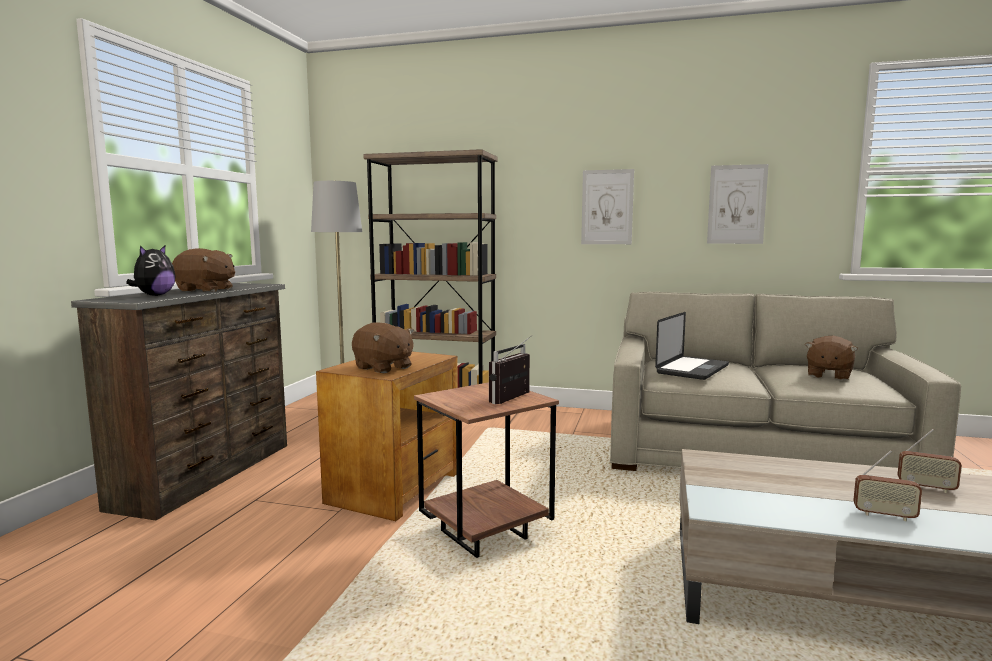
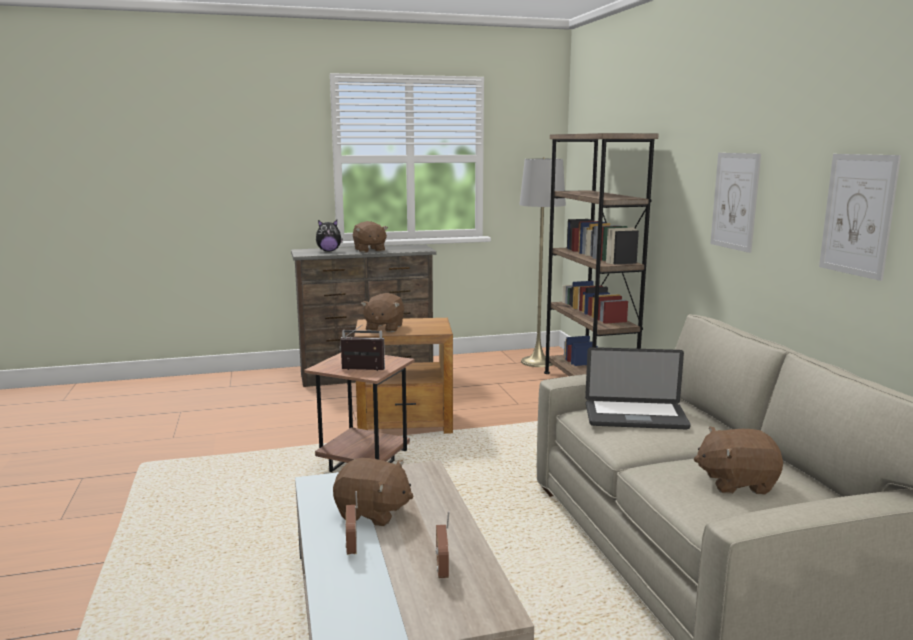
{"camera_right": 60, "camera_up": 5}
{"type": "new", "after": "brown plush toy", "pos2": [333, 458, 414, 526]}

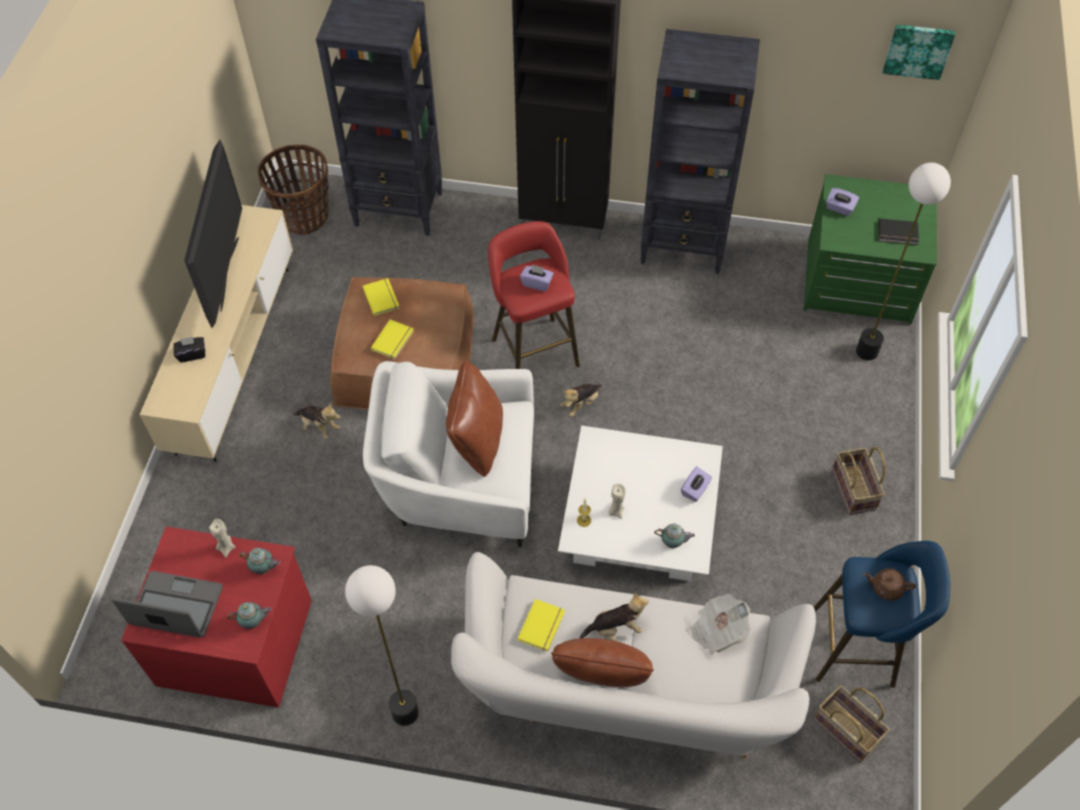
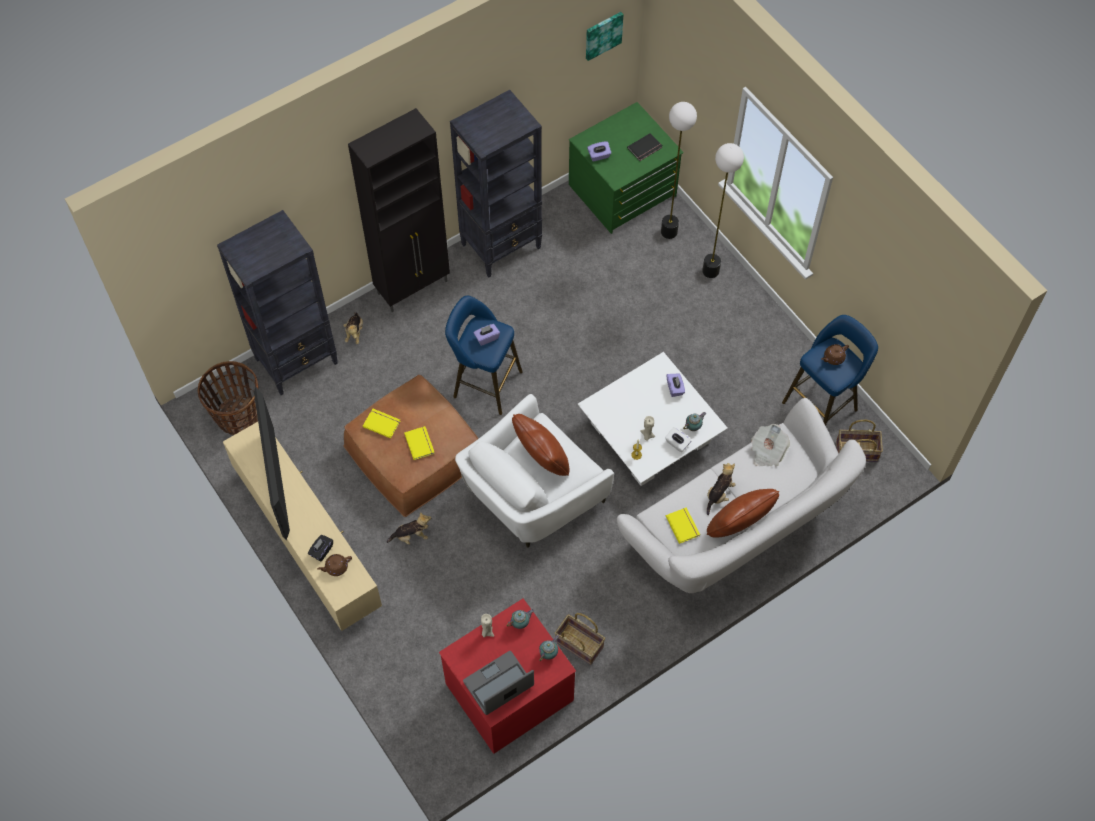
{"camera_right": -45, "camera_up": 5}
{"type": "rotated", "before": "television", "pos1": [184, 139, 242, 328], "pos2": [254, 387, 290, 540], "turn": -150}
{"type": "repainted", "before": "red stool", "after": "blue stool", "pos1": [488, 221, 580, 369], "pos2": [445, 296, 523, 415]}
{"type": "shifted", "before": "plush toy", "pos1": [560, 384, 602, 417], "pos2": [343, 312, 363, 344]}
{"type": "shifted", "before": "basket", "pos1": [832, 446, 885, 515], "pos2": [555, 613, 605, 665]}
{"type": "shifted", "before": "floor lamp", "pos1": [345, 565, 419, 726], "pos2": [702, 143, 744, 278]}
{"type": "new", "after": "white tissue box", "pos2": [665, 427, 691, 452]}
{"type": "new", "after": "brown teapot", "pos2": [317, 554, 352, 576]}

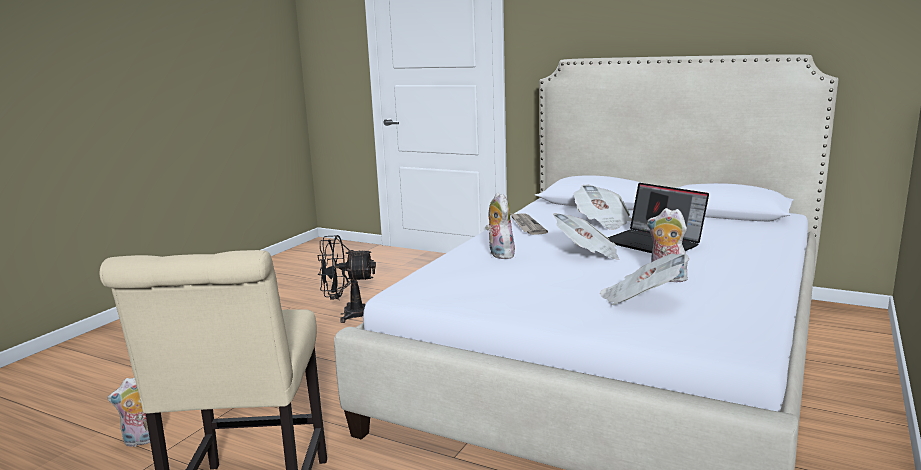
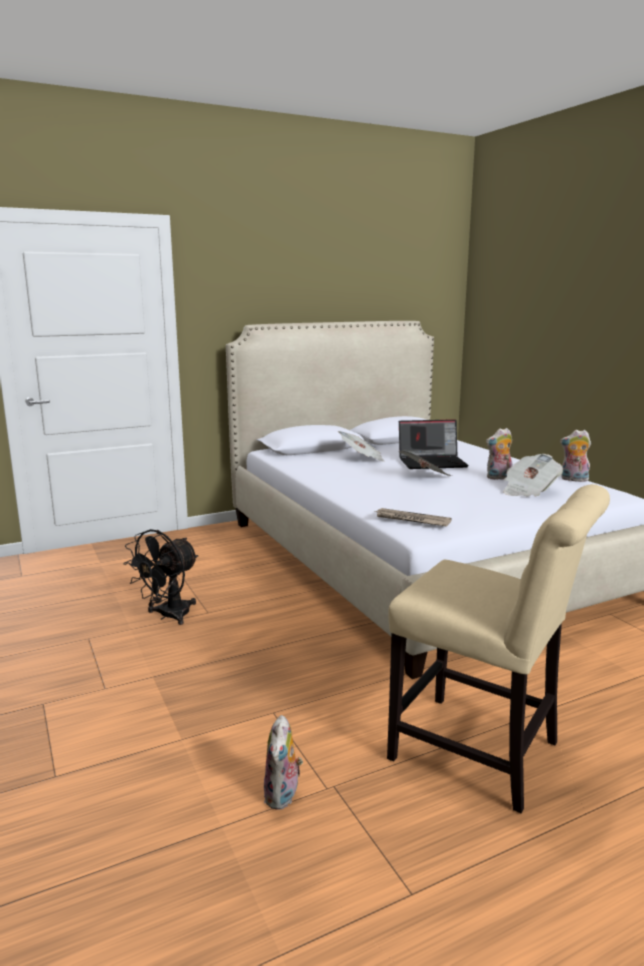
{"camera_right": -55, "camera_up": 0}
{"type": "shifted", "before": "plush toy", "pos1": [486, 192, 515, 259], "pos2": [560, 430, 591, 482]}
{"type": "shifted", "before": "newspaper", "pos1": [510, 213, 548, 235], "pos2": [375, 508, 452, 527]}

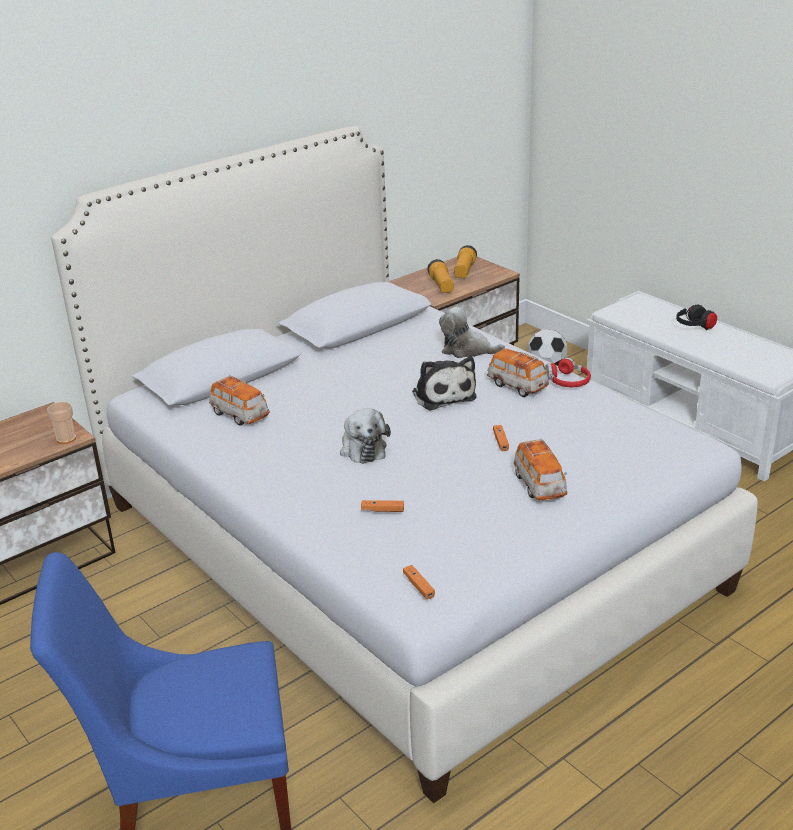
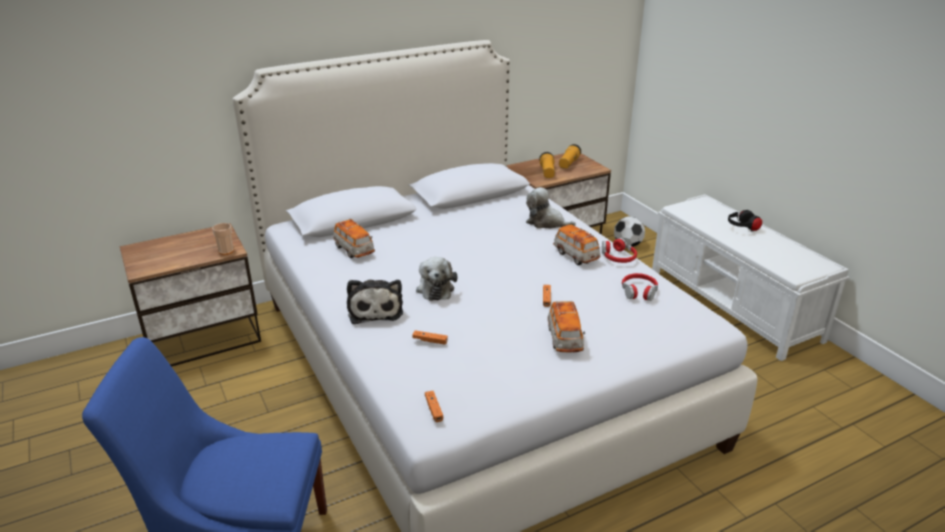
{"camera_right": 10, "camera_up": 0}
{"type": "shifted", "before": "plush toy", "pos1": [412, 356, 477, 411], "pos2": [347, 280, 403, 324]}
{"type": "new", "after": "red headphones", "pos2": [622, 273, 658, 301]}

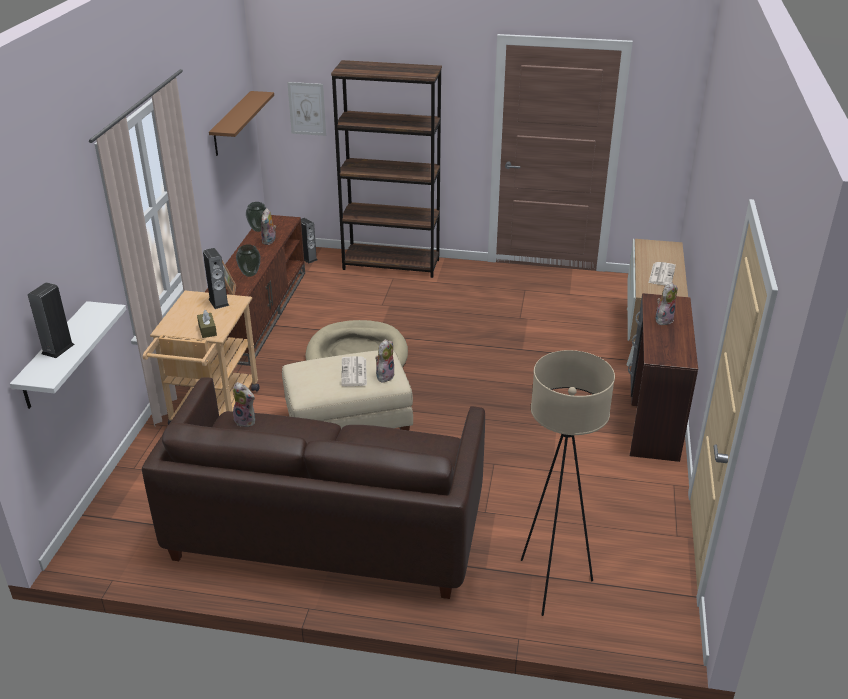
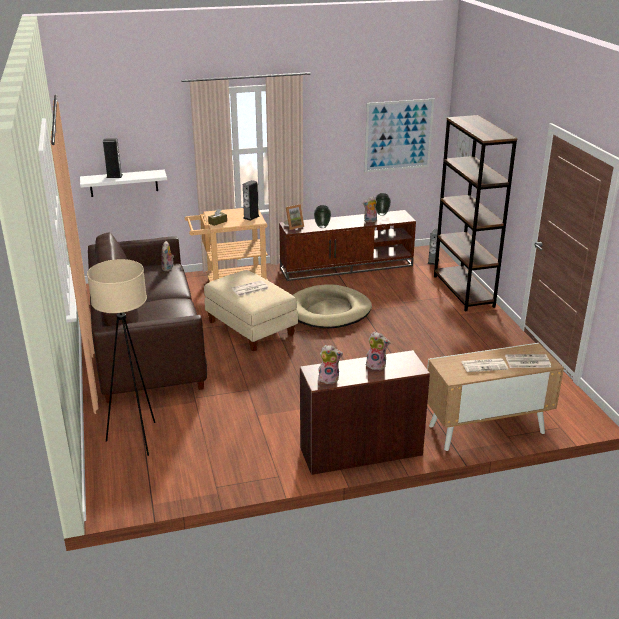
{"camera_right": 65, "camera_up": -5}
{"type": "swapped", "before": "brown shelf", "after": "picture", "pos1": [209, 91, 274, 156], "pos2": [364, 99, 434, 173]}
{"type": "shifted", "before": "plush toy", "pos1": [375, 339, 395, 382], "pos2": [318, 345, 343, 384]}
{"type": "new", "after": "newspaper", "pos2": [505, 354, 551, 368]}

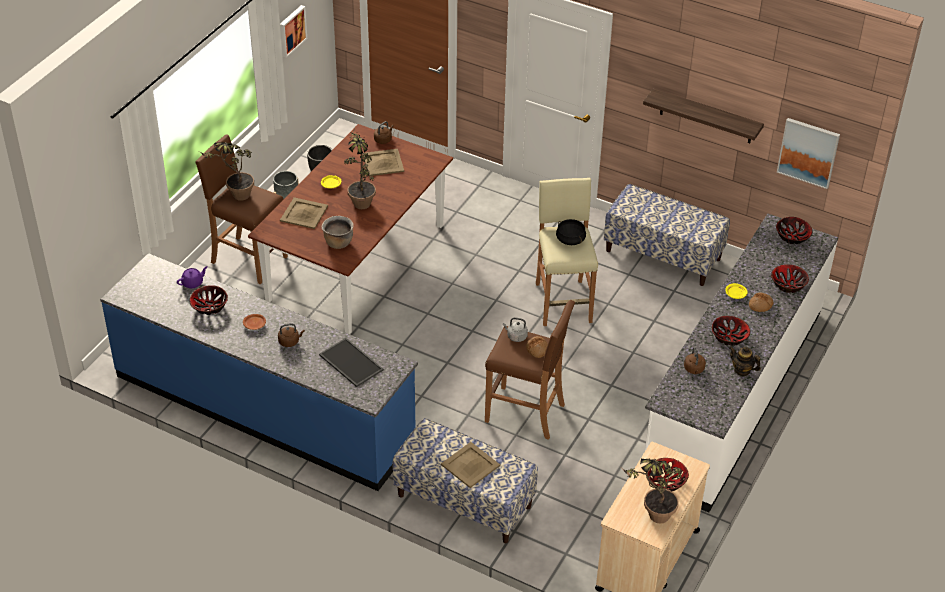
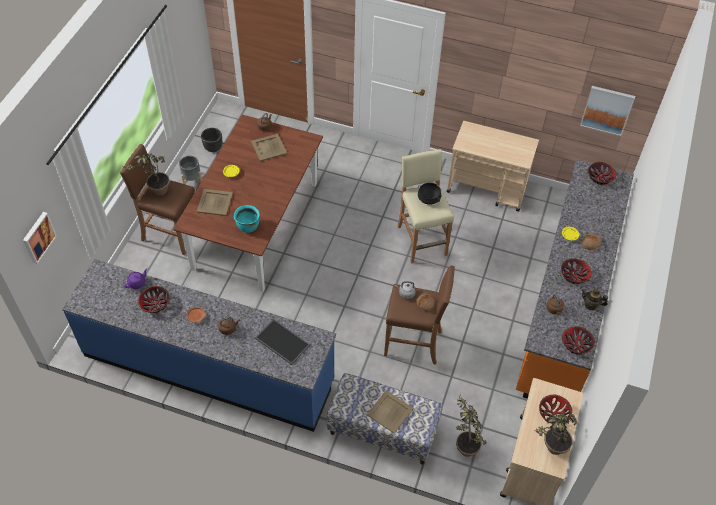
{"camera_right": -10, "camera_up": 10}
{"type": "shifted", "before": "picture", "pos1": [280, 5, 307, 58], "pos2": [23, 212, 57, 264]}
{"type": "gone", "before": "shelf", "pos1": [643, 88, 764, 143]}
{"type": "shifted", "before": "potted plant", "pos1": [344, 128, 376, 209], "pos2": [456, 393, 487, 457]}
{"type": "swapped", "before": "bench", "after": "beige cart", "pos1": [604, 184, 730, 286], "pos2": [447, 121, 539, 212]}
{"type": "repainted", "before": "white counter", "after": "orange counter", "pos1": [645, 214, 838, 512], "pos2": [516, 159, 634, 399]}
{"type": "repainted", "before": "brown cooking pot", "after": "turquoise cooking pot", "pos1": [322, 216, 354, 249], "pos2": [234, 205, 260, 233]}
{"type": "shifted", "before": "bowl", "pos1": [771, 264, 809, 293], "pos2": [562, 326, 595, 355]}

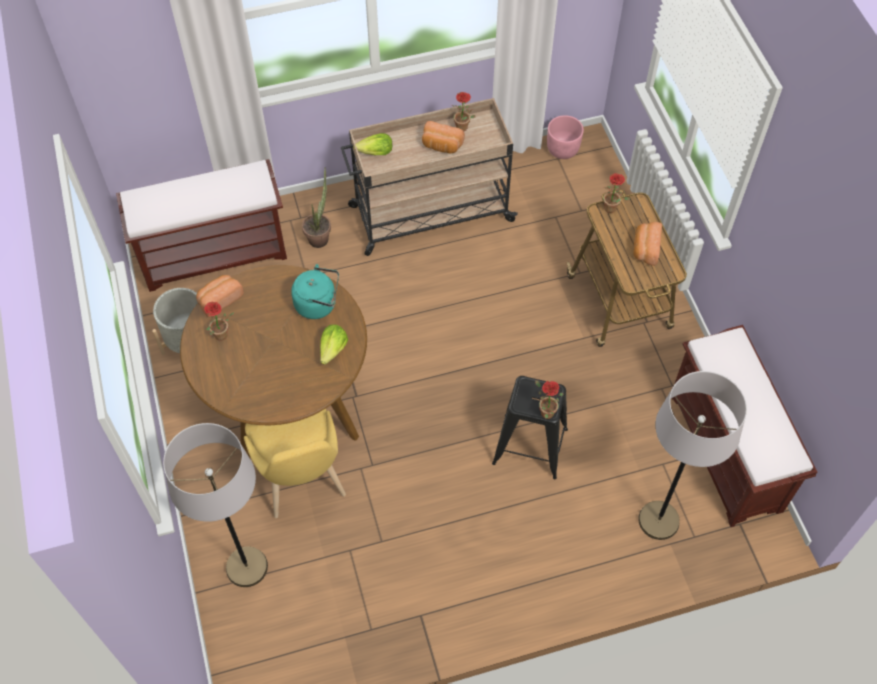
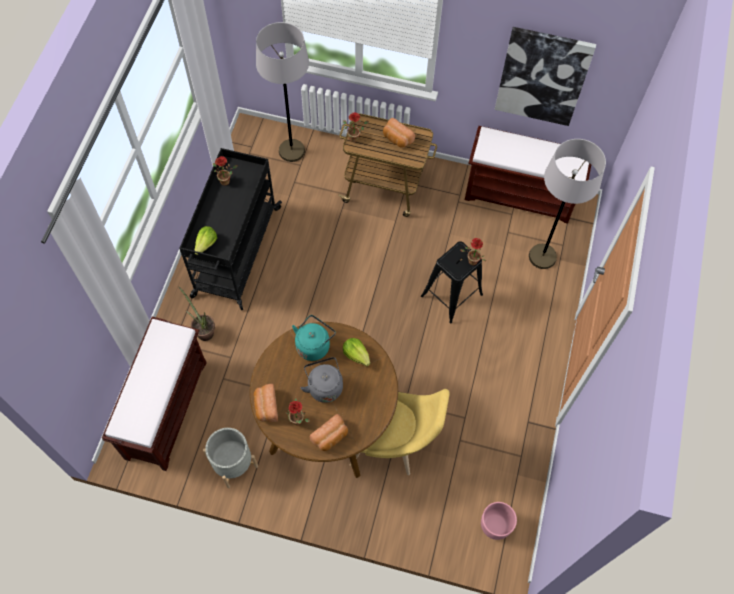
{"camera_right": -60, "camera_up": 5}
{"type": "repainted", "before": "beige cart", "after": "black cart", "pos1": [341, 98, 518, 256], "pos2": [179, 148, 282, 310]}
{"type": "shifted", "before": "pink planter", "pos1": [547, 115, 584, 159], "pos2": [481, 502, 517, 540]}
{"type": "shifted", "before": "bread", "pos1": [422, 121, 465, 153], "pos2": [310, 414, 348, 451]}
{"type": "shifted", "before": "grey floor lamp", "pos1": [163, 423, 268, 587], "pos2": [256, 22, 309, 162]}
{"type": "new", "after": "picture", "pos2": [494, 27, 596, 126]}
{"type": "new", "after": "grey kettle", "pos2": [301, 357, 343, 403]}

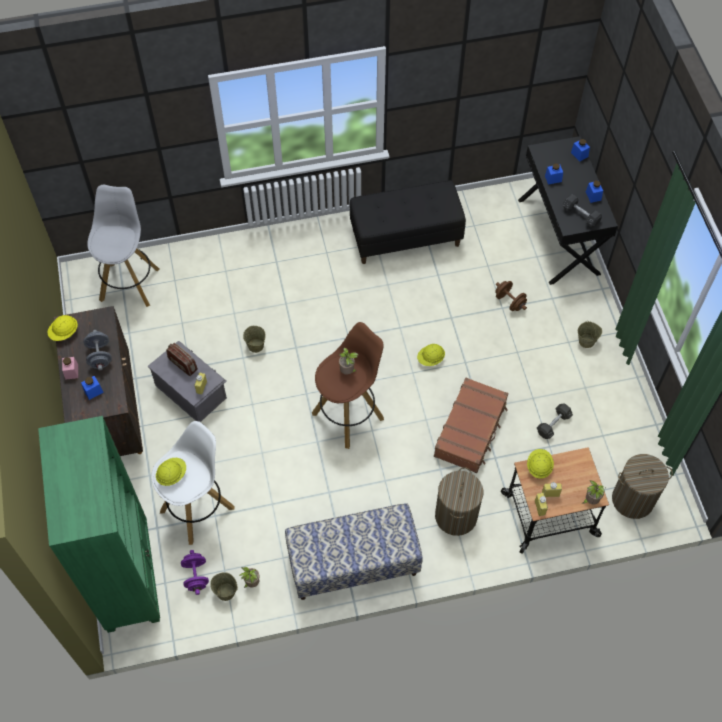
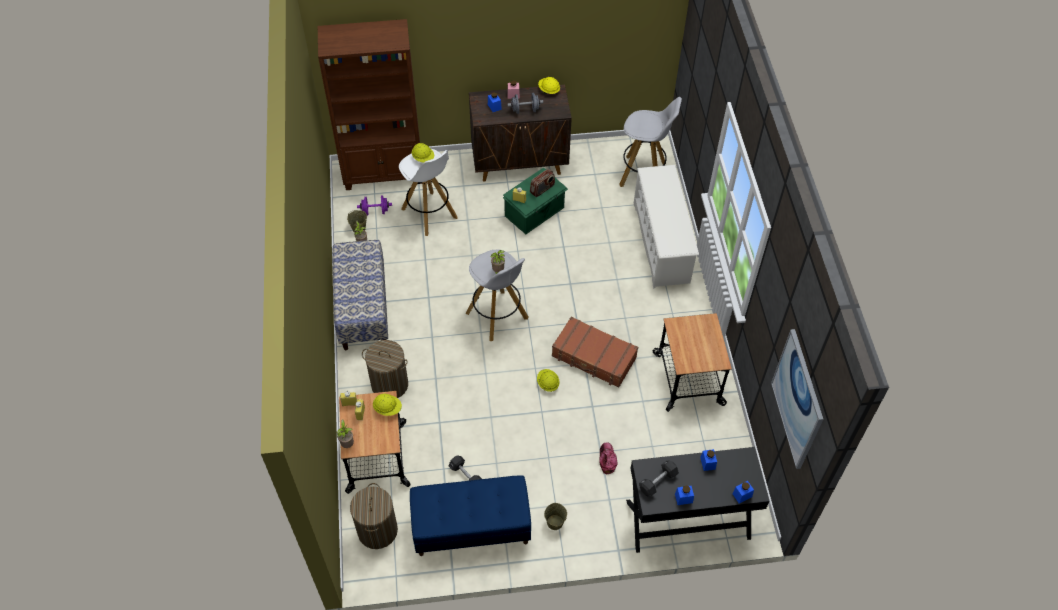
{"camera_right": 95, "camera_up": -5}
{"type": "swapped", "before": "black bench", "after": "cart", "pos1": [350, 180, 466, 264], "pos2": [653, 313, 732, 412]}
{"type": "swapped", "before": "brown dumbbell", "after": "cap", "pos1": [495, 281, 527, 311], "pos2": [599, 442, 617, 474]}
{"type": "repainted", "before": "brown stool", "after": "white stool", "pos1": [312, 322, 384, 449], "pos2": [466, 249, 529, 341]}
{"type": "gone", "before": "beige bucket", "pos1": [243, 326, 266, 353]}
{"type": "repainted", "before": "grey storage box", "after": "green storage box", "pos1": [148, 341, 227, 422], "pos2": [503, 168, 568, 234]}
{"type": "shifted", "before": "brown suitcase", "pos1": [434, 378, 508, 473], "pos2": [552, 316, 638, 388]}
{"type": "repainted", "before": "green bookcase", "after": "brown bookcase", "pos1": [38, 416, 160, 633], "pos2": [318, 19, 423, 190]}
{"type": "new", "after": "white shoe rack", "pos2": [634, 165, 699, 288]}
{"type": "new", "after": "picture", "pos2": [771, 329, 823, 469]}
{"type": "new", "after": "blue bench", "pos2": [410, 475, 531, 556]}

